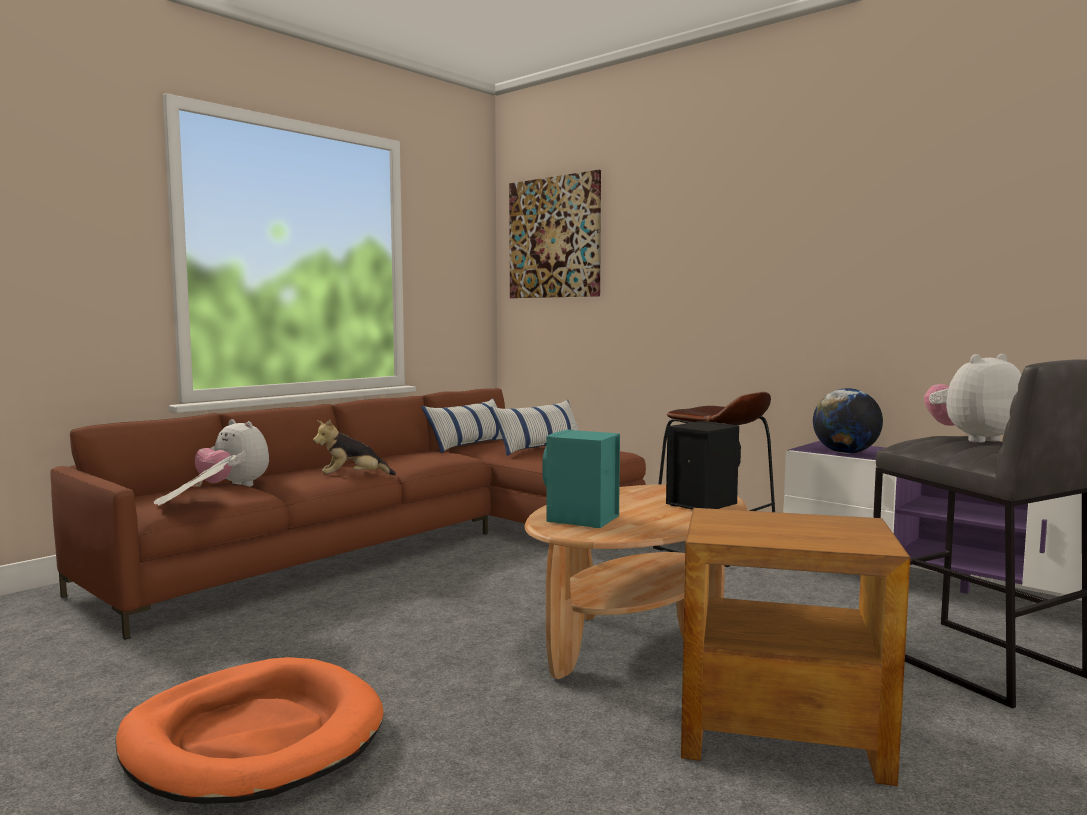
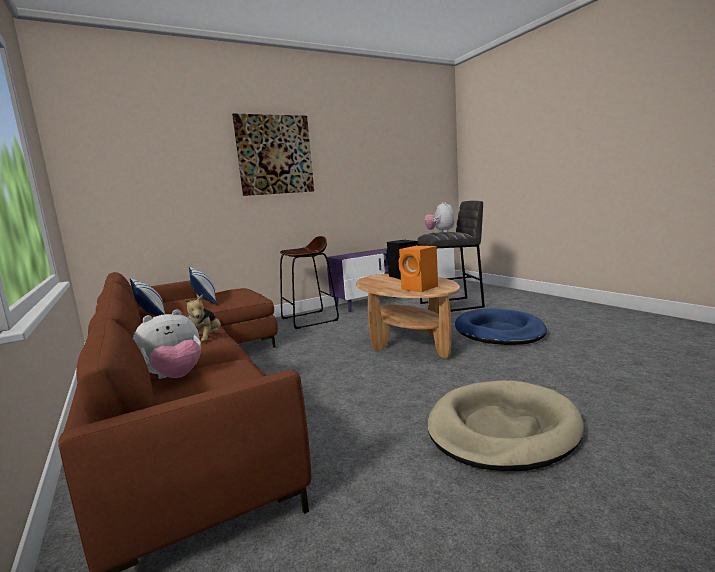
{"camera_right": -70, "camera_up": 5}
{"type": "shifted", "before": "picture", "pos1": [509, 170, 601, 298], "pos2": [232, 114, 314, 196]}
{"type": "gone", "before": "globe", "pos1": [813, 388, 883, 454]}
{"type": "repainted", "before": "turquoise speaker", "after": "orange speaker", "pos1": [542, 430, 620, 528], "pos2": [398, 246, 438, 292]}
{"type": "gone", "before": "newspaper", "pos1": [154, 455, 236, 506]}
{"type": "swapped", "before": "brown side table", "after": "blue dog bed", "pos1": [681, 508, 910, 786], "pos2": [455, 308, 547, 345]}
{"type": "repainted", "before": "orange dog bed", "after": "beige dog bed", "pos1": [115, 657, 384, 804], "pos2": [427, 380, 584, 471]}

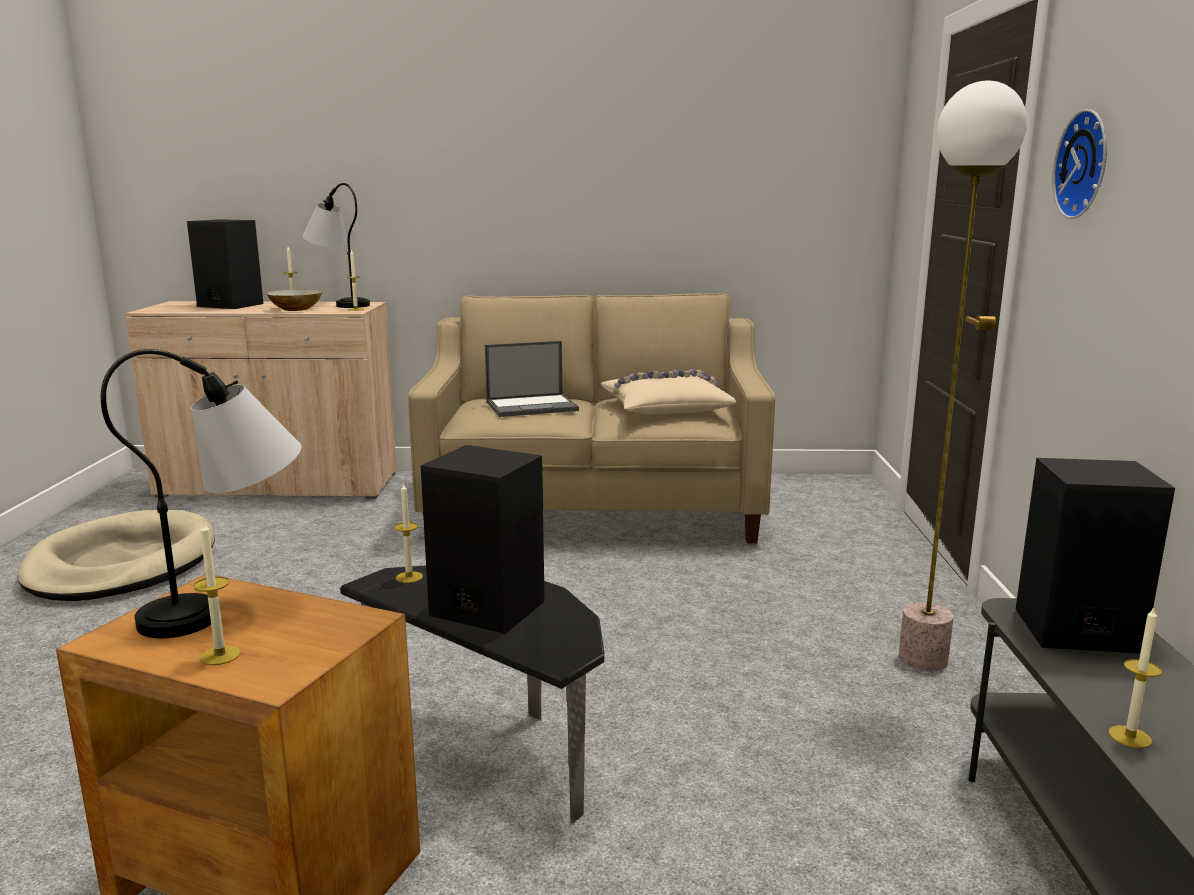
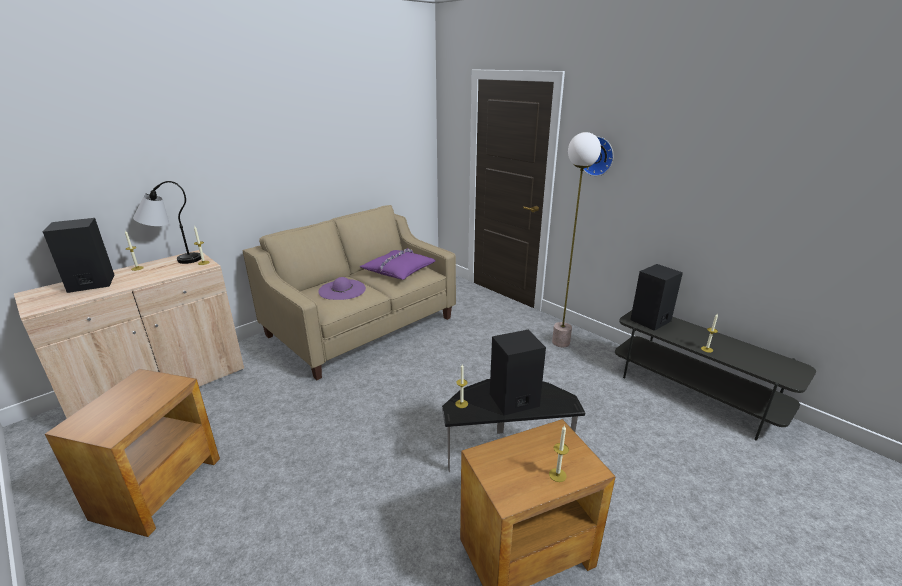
{"camera_right": -45, "camera_up": 10}
{"type": "gone", "before": "bowl", "pos1": [266, 289, 322, 311]}
{"type": "swapped", "before": "laptop", "after": "purple hat", "pos1": [485, 341, 579, 417], "pos2": [318, 277, 366, 300]}
{"type": "gone", "before": "table lamp", "pos1": [101, 349, 301, 638]}
{"type": "repainted", "before": "beige pillow", "after": "purple pillow", "pos1": [601, 369, 736, 414], "pos2": [360, 248, 436, 280]}
{"type": "swapped", "before": "beige dog bed", "after": "brown side table", "pos1": [17, 510, 215, 601], "pos2": [45, 369, 220, 537]}

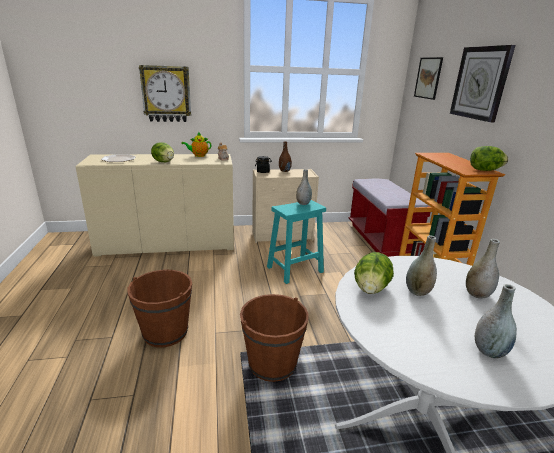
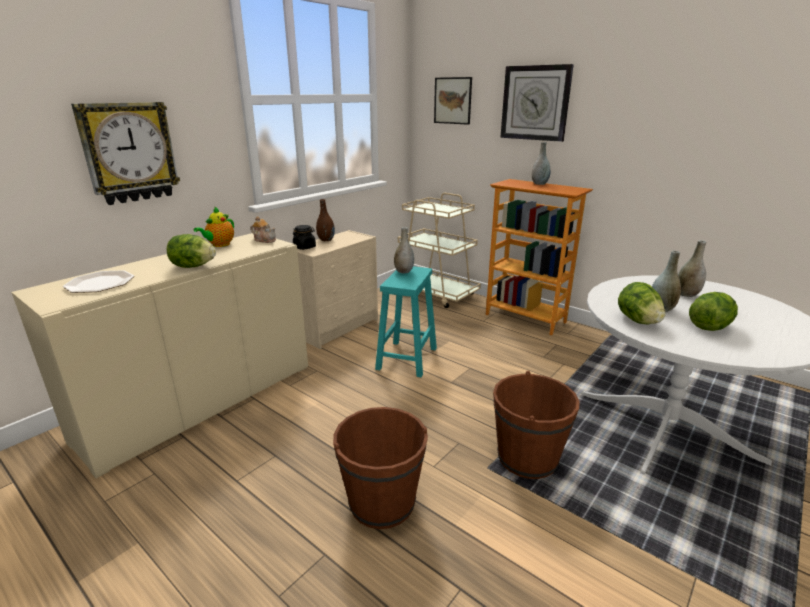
{"camera_right": -40, "camera_up": 0}
{"type": "shifted", "before": "lettuce", "pos1": [470, 146, 508, 171], "pos2": [689, 292, 738, 331]}
{"type": "swapped", "before": "red bench", "after": "beige cart", "pos1": [349, 179, 431, 257], "pos2": [398, 193, 481, 308]}
{"type": "shifted", "before": "grey vase", "pos1": [475, 284, 517, 359], "pos2": [532, 142, 550, 185]}

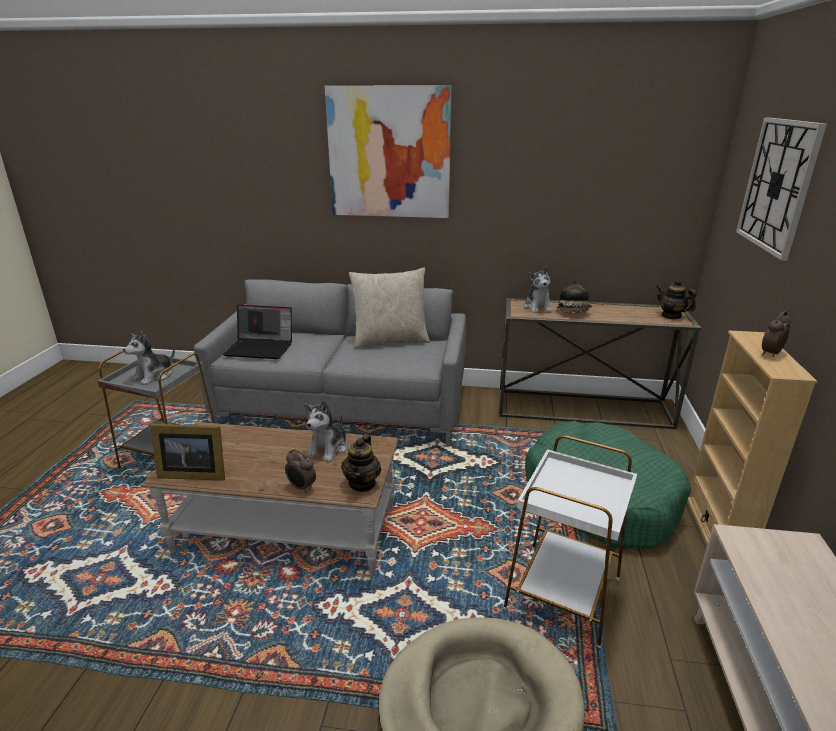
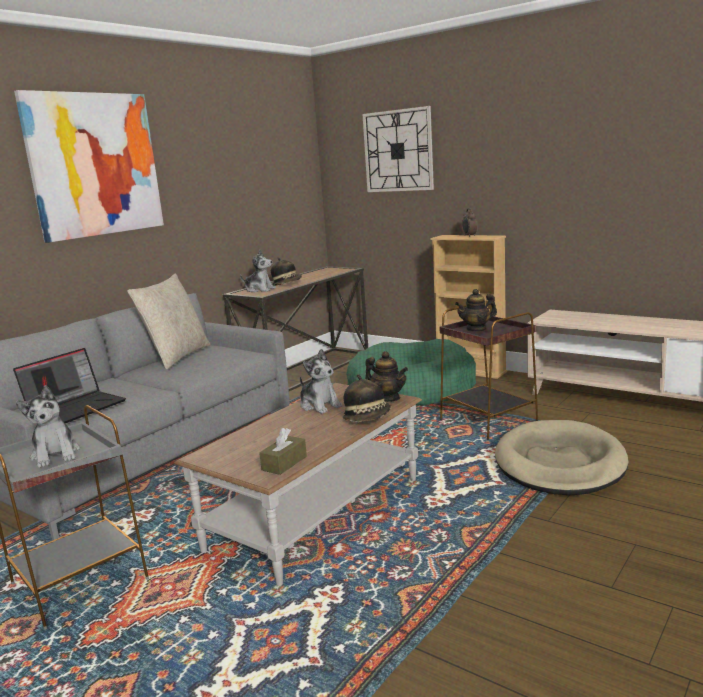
{"camera_right": -60, "camera_up": -10}
{"type": "shifted", "before": "teapot", "pos1": [657, 279, 697, 319], "pos2": [455, 289, 497, 332]}
{"type": "swapped", "before": "picture frame", "after": "brown tissue box", "pos1": [150, 424, 225, 480], "pos2": [259, 428, 307, 475]}
{"type": "repainted", "before": "white side table", "after": "brown side table", "pos1": [503, 435, 637, 648], "pos2": [439, 305, 538, 440]}
{"type": "swapped", "before": "alarm clock", "after": "hat", "pos1": [285, 449, 316, 493], "pos2": [342, 374, 391, 422]}

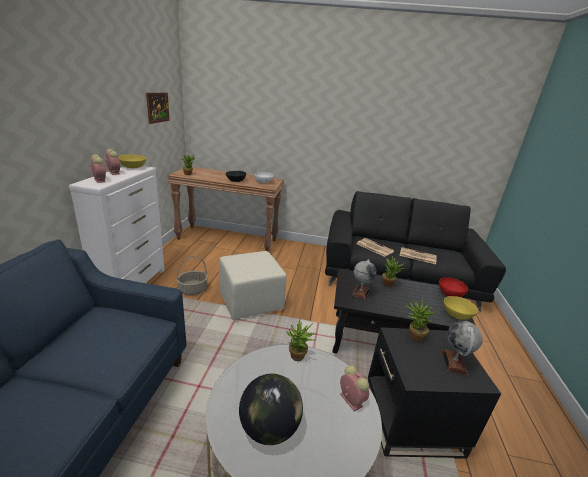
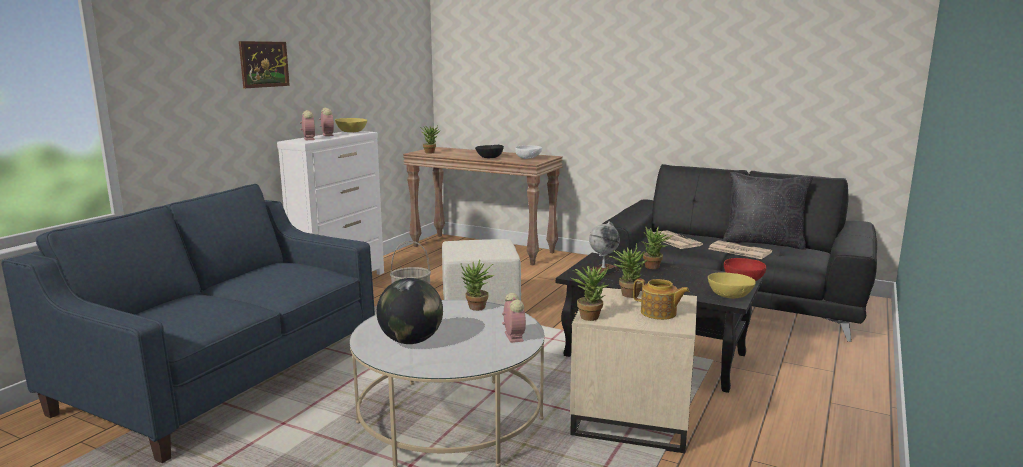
{"camera_right": 20, "camera_up": -10}
{"type": "shifted", "before": "picture", "pos1": [146, 93, 169, 124], "pos2": [239, 41, 290, 88]}
{"type": "swapped", "before": "globe", "after": "teapot", "pos1": [442, 321, 483, 375], "pos2": [633, 279, 690, 320]}
{"type": "repainted", "before": "black side table", "after": "beige side table", "pos1": [368, 327, 501, 459], "pos2": [570, 288, 697, 453]}
{"type": "new", "after": "black pillow", "pos2": [722, 172, 813, 250]}
{"type": "new", "after": "potted plant", "pos2": [571, 265, 609, 321]}

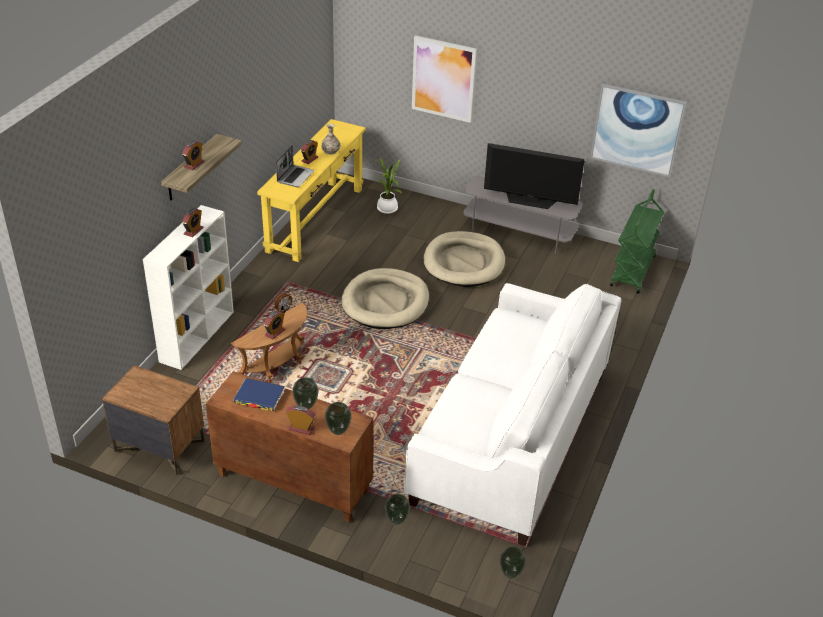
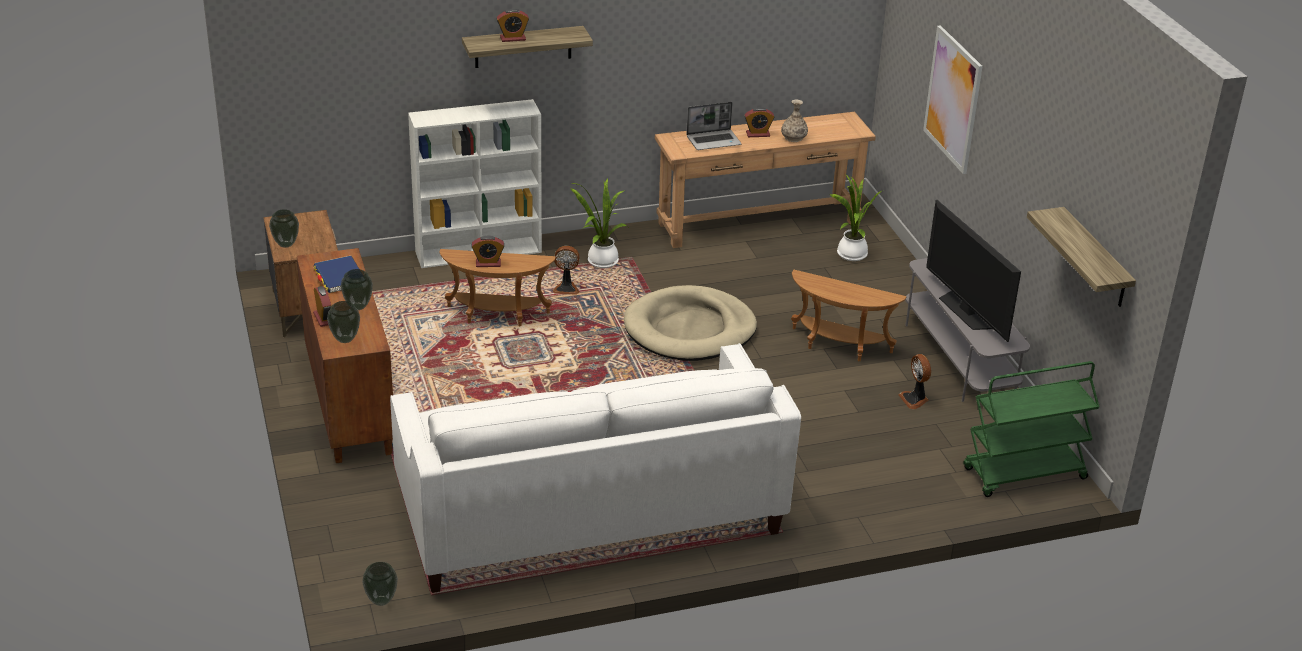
{"camera_right": 50, "camera_up": -5}
{"type": "swapped", "before": "picture", "after": "shelf", "pos1": [590, 84, 687, 177], "pos2": [1027, 207, 1136, 307]}
{"type": "repainted", "before": "yellow console table", "after": "brown console table", "pos1": [257, 119, 366, 262], "pos2": [655, 112, 876, 248]}
{"type": "gone", "before": "alarm clock", "pos1": [182, 208, 204, 237]}
{"type": "swapped", "before": "beige dog bed", "after": "brown side table", "pos1": [423, 231, 505, 287], "pos2": [791, 270, 907, 361]}
{"type": "shifted", "before": "vase", "pos1": [385, 494, 410, 525], "pos2": [269, 209, 299, 248]}
{"type": "new", "after": "potted plant", "pos2": [570, 178, 629, 268]}
{"type": "new", "after": "fan", "pos2": [898, 354, 931, 409]}

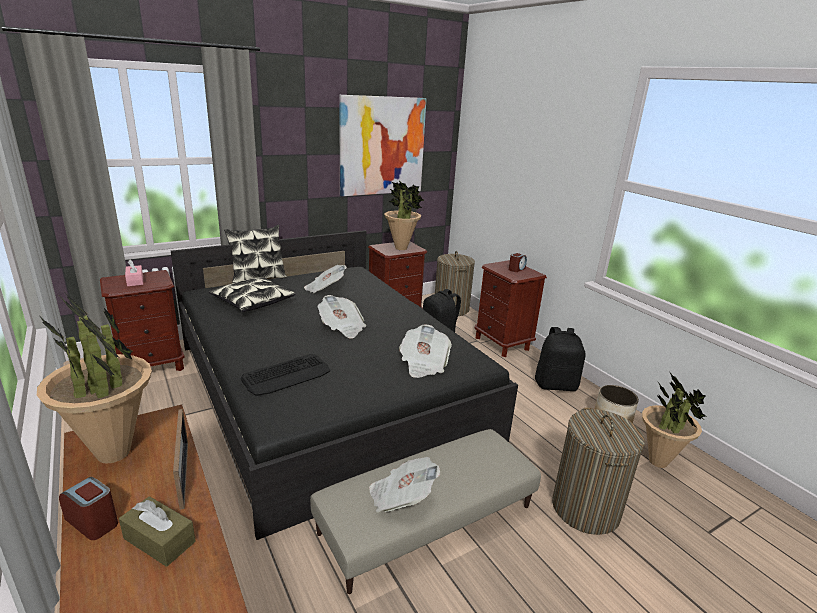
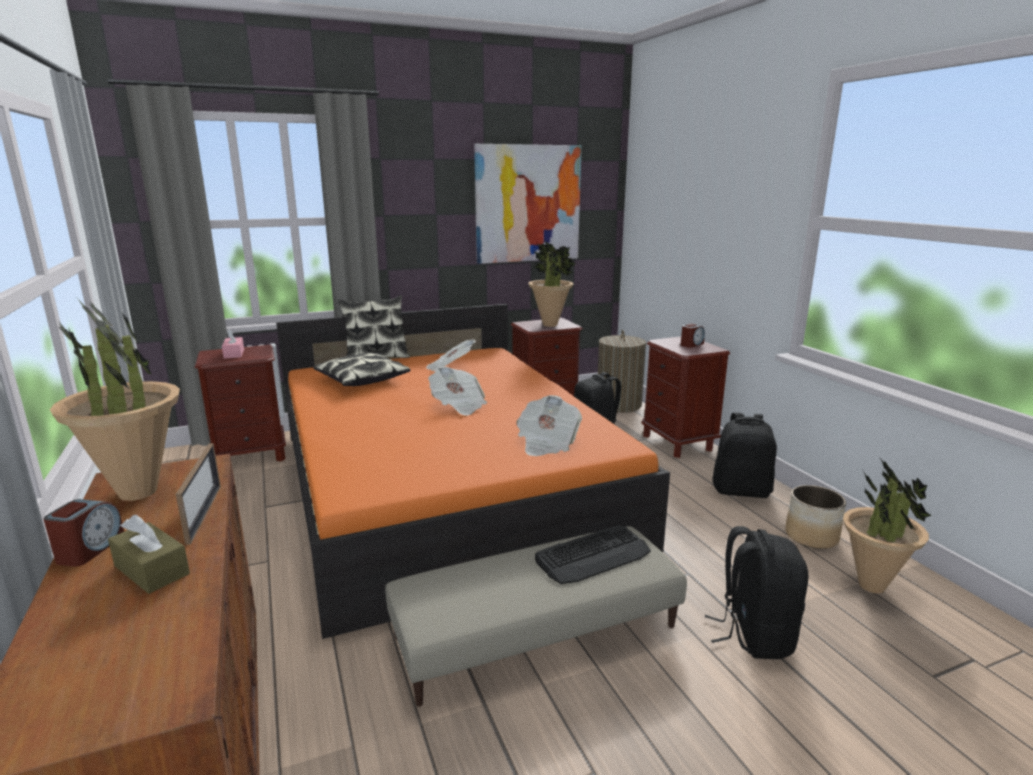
{"camera_right": 10, "camera_up": -5}
{"type": "repainted", "before": "black bed", "after": "orange bed", "pos1": [171, 230, 518, 540], "pos2": [276, 304, 670, 639]}
{"type": "shifted", "before": "keyboard", "pos1": [241, 354, 330, 396], "pos2": [535, 525, 651, 584]}
{"type": "swapped", "before": "laundry basket", "after": "black backpack", "pos1": [552, 407, 645, 535], "pos2": [705, 526, 809, 659]}
{"type": "gone", "before": "newspaper", "pos1": [369, 457, 440, 513]}
{"type": "rotated", "before": "alarm clock", "pos1": [59, 477, 118, 540], "pos2": [43, 499, 124, 567], "turn": 60}

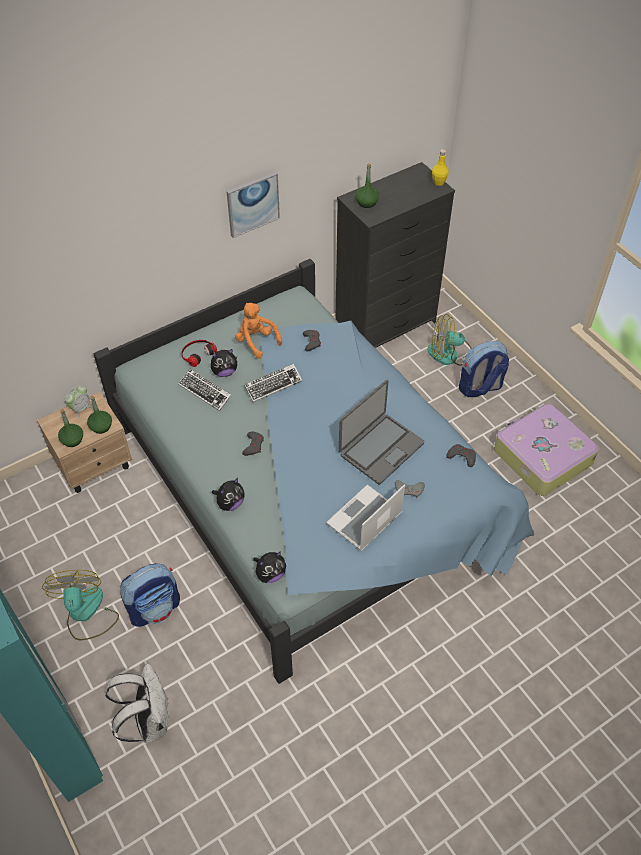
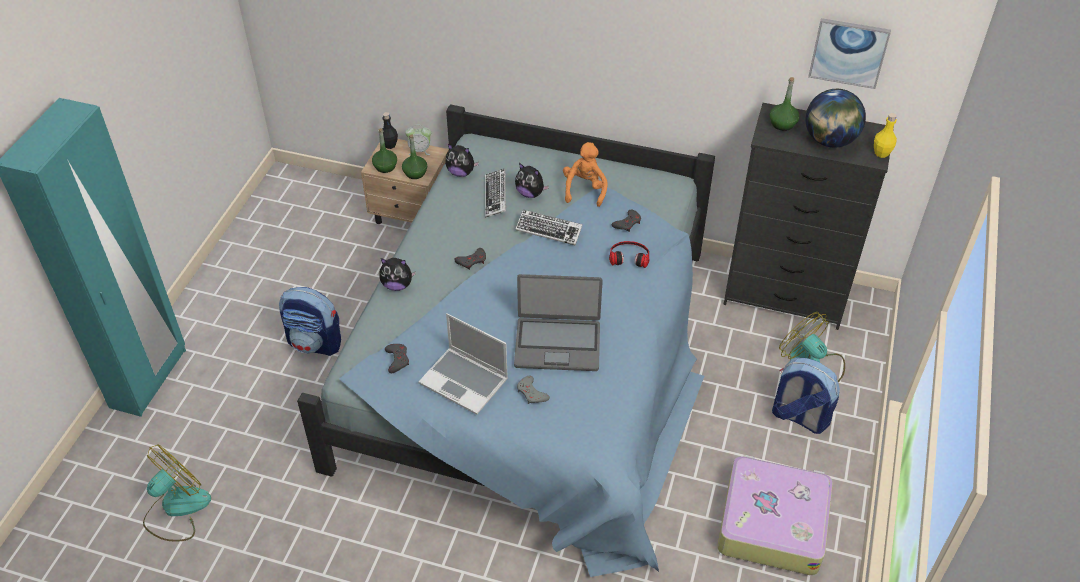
{"camera_right": 50, "camera_up": -5}
{"type": "shifted", "before": "picture", "pos1": [226, 172, 280, 238], "pos2": [808, 18, 891, 89]}
{"type": "shifted", "before": "headphones", "pos1": [181, 340, 217, 367], "pos2": [609, 241, 649, 268]}
{"type": "shifted", "before": "grey game controller", "pos1": [446, 444, 476, 467], "pos2": [385, 344, 409, 373]}
{"type": "rotated", "before": "laptop", "pos1": [326, 484, 405, 551], "pos2": [419, 313, 508, 415], "turn": -150}
{"type": "shifted", "before": "plush toy", "pos1": [253, 551, 286, 583], "pos2": [445, 144, 479, 177]}
{"type": "shifted", "before": "fan", "pos1": [42, 570, 119, 641], "pos2": [143, 444, 211, 541]}
{"type": "gone", "before": "white backpack", "pos1": [105, 664, 169, 743]}
{"type": "new", "after": "globe", "pos2": [805, 89, 866, 148]}
{"type": "new", "after": "black bottle", "pos2": [382, 112, 398, 149]}

